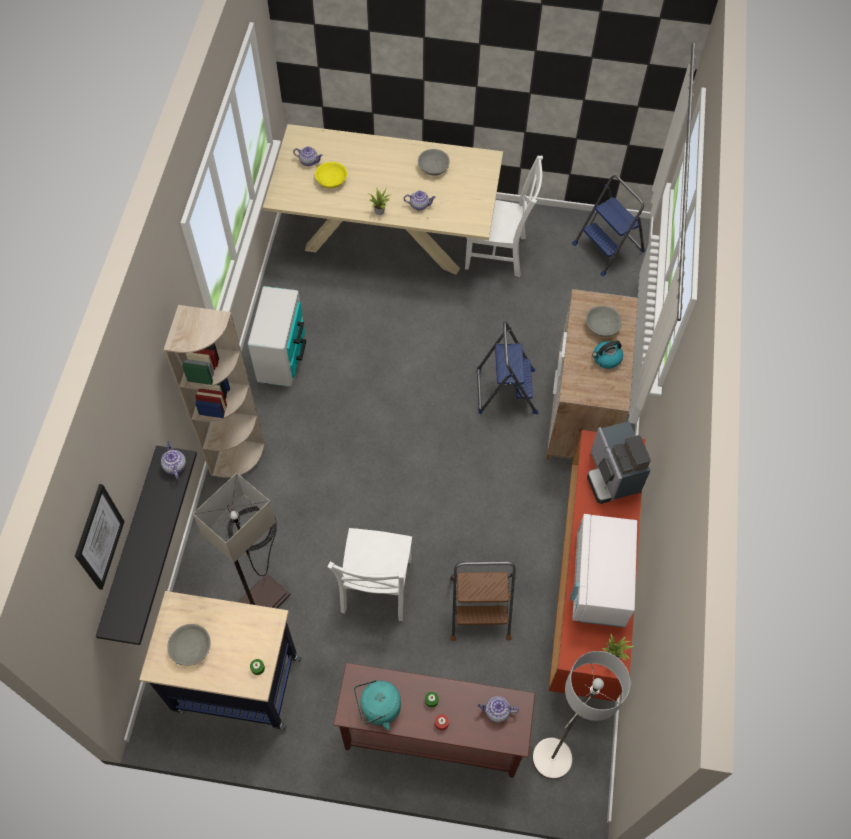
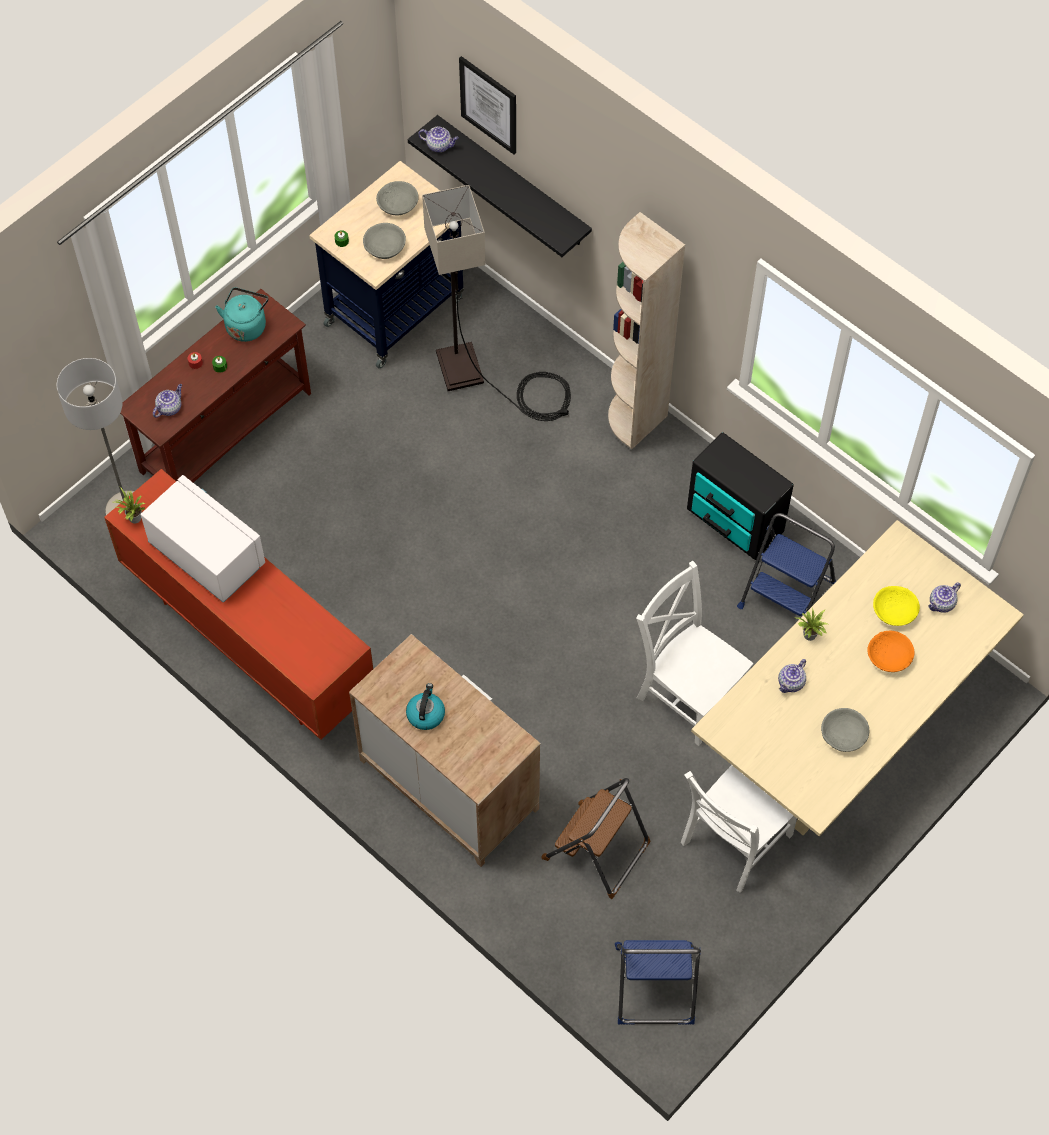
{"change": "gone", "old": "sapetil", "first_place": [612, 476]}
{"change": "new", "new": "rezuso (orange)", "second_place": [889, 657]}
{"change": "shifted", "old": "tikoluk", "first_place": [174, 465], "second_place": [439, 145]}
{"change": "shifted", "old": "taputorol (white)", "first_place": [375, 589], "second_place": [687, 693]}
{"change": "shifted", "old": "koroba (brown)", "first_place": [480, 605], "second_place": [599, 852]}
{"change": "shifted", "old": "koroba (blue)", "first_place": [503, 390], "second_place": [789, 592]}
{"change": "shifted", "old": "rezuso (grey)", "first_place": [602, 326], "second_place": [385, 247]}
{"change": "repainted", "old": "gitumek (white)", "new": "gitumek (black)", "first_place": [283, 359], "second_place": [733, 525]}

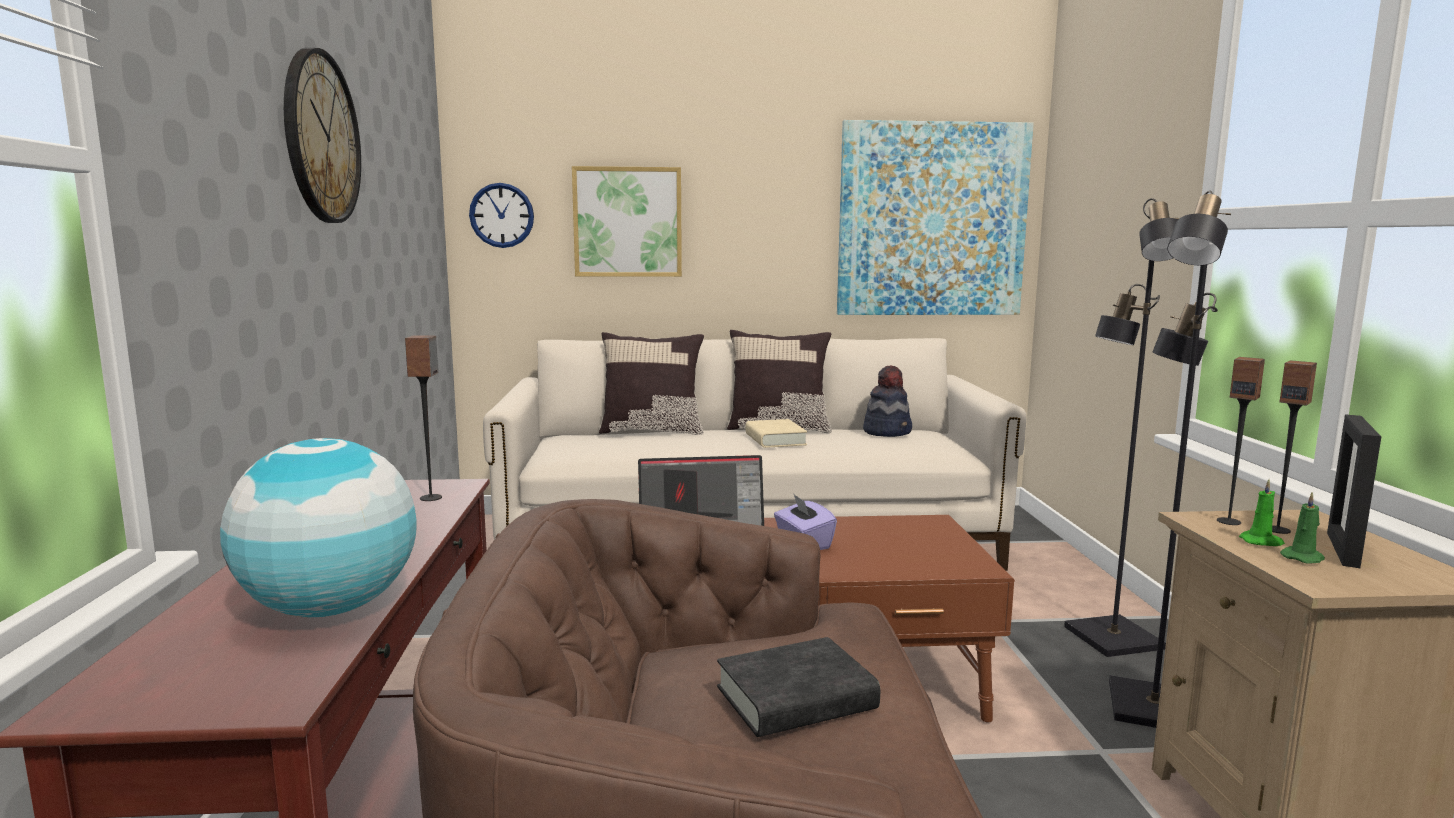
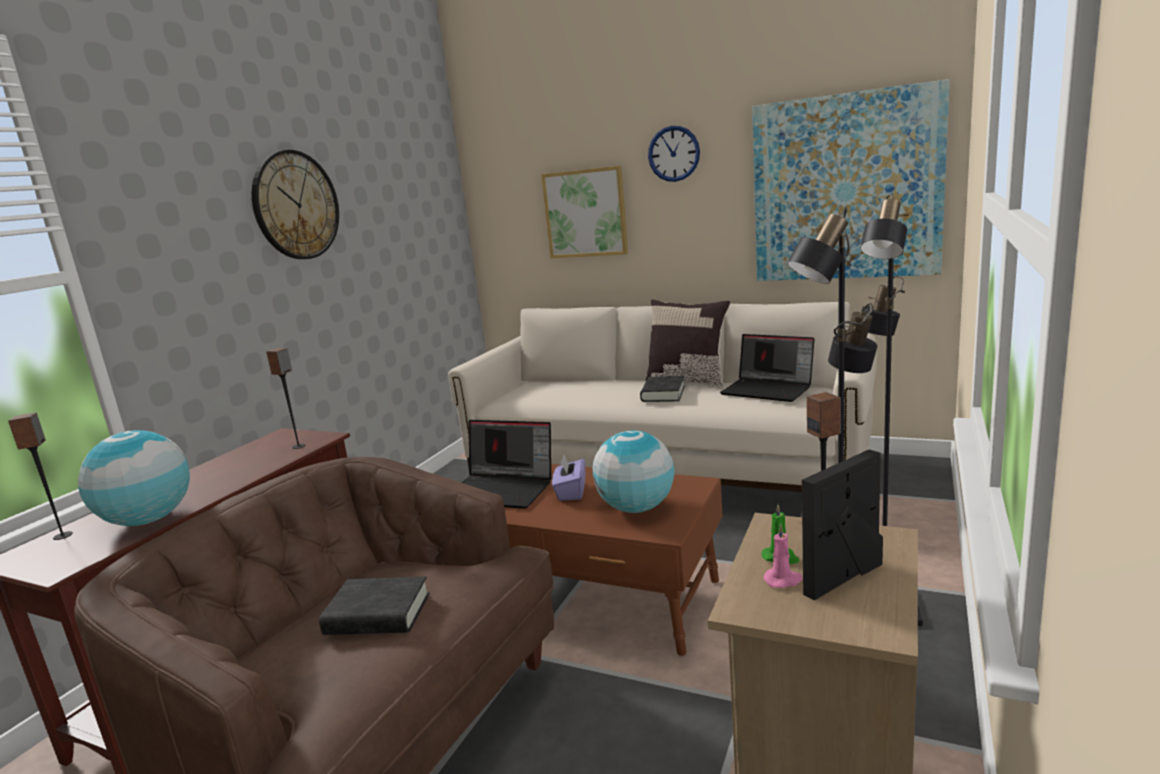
{"change": "gone", "old": "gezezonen", "first_place": [652, 432]}
{"change": "new", "new": "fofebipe", "second_place": [636, 508]}
{"change": "shifted", "old": "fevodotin", "first_place": [501, 215], "second_place": [673, 154]}
{"change": "shifted", "old": "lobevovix", "first_place": [1229, 521], "second_place": [63, 536]}
{"change": "swapped", "old": "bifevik", "new": "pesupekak", "first_place": [887, 432], "second_place": [769, 390]}
{"change": "repainted", "old": "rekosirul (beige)", "new": "rekosirul (black)", "first_place": [775, 439], "second_place": [663, 394]}
{"change": "repainted", "old": "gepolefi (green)", "new": "gepolefi (pink)", "first_place": [1303, 558], "second_place": [783, 580]}

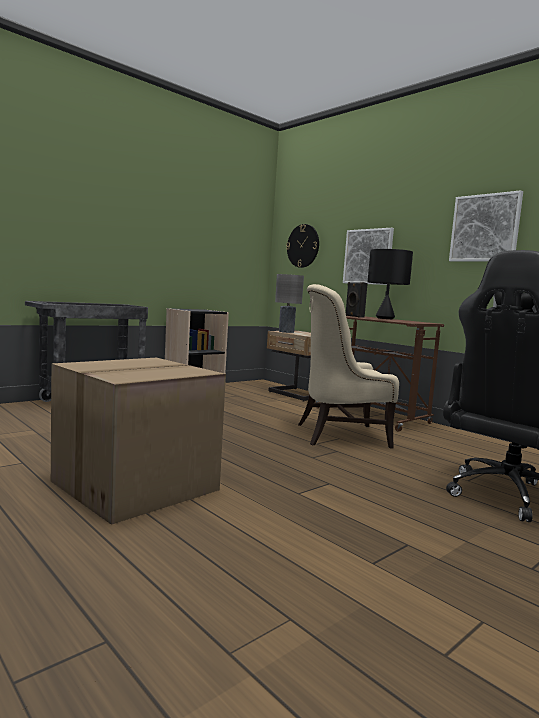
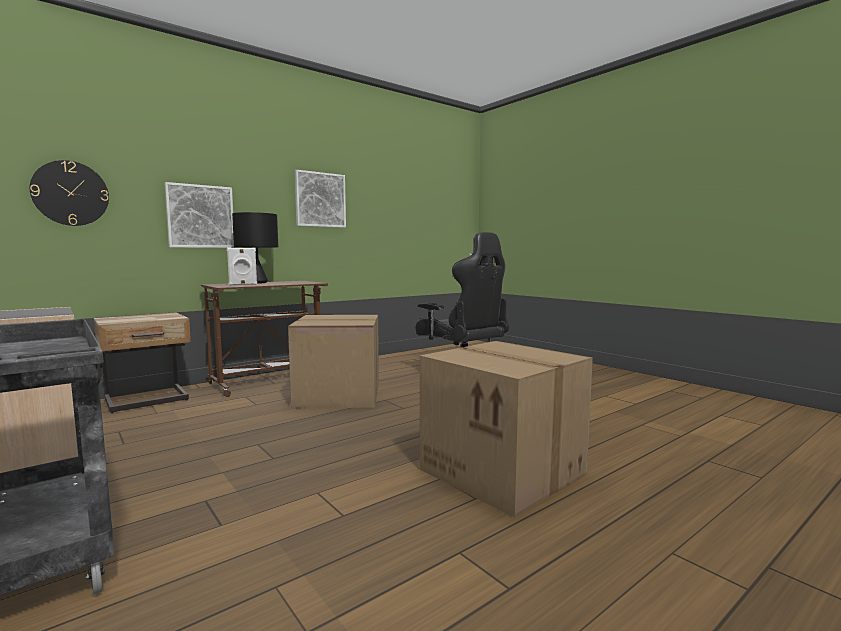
{"change": "gone", "old": "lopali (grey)", "first_place": [286, 332]}
{"change": "swapped", "old": "taputorol (beige)", "new": "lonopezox", "first_place": [340, 435], "second_place": [337, 395]}
{"change": "repainted", "old": "lobevovix (black)", "new": "lobevovix (white)", "first_place": [353, 316], "second_place": [243, 285]}

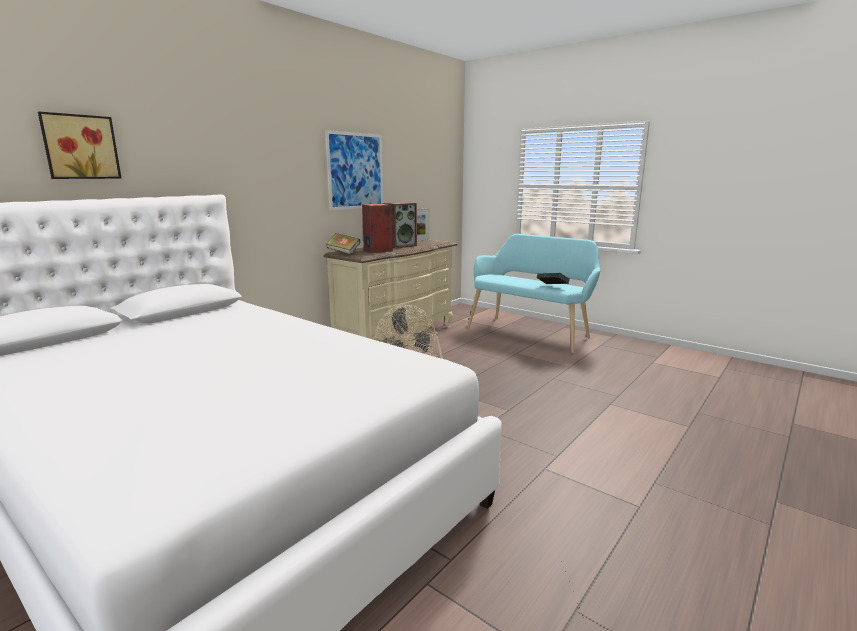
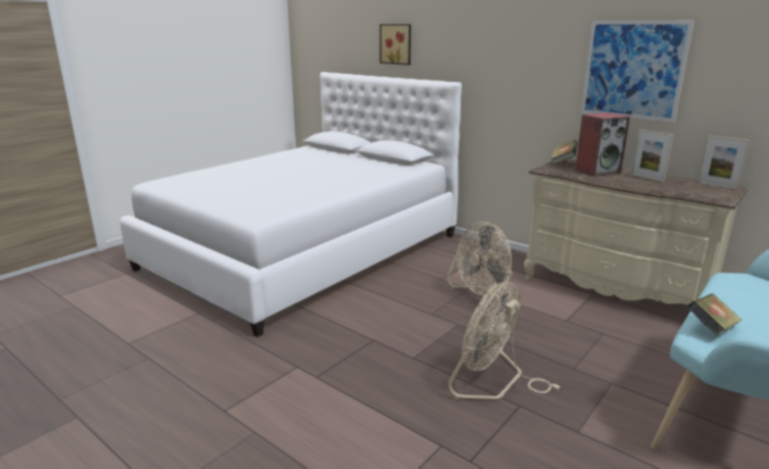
{"change": "new", "new": "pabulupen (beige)", "second_place": [498, 380]}
{"change": "swapped", "old": "lobevovix", "new": "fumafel", "first_place": [400, 245], "second_place": [647, 178]}

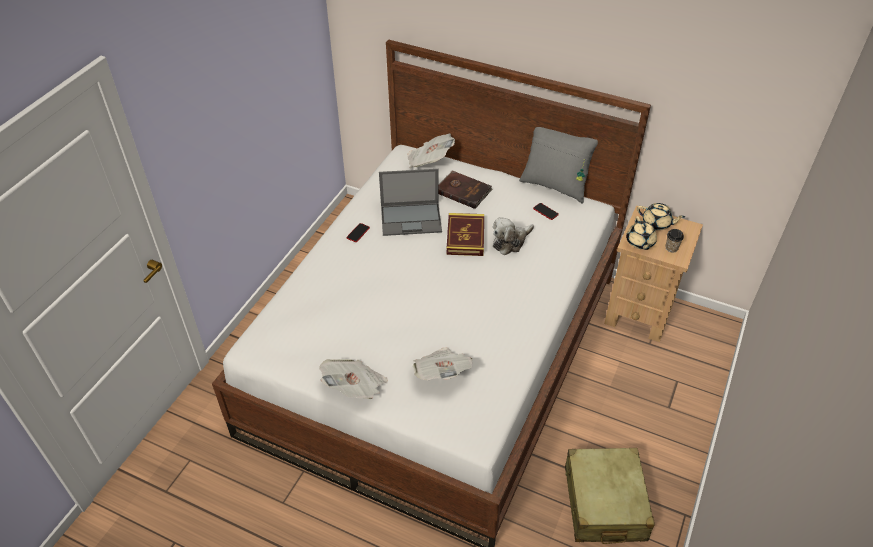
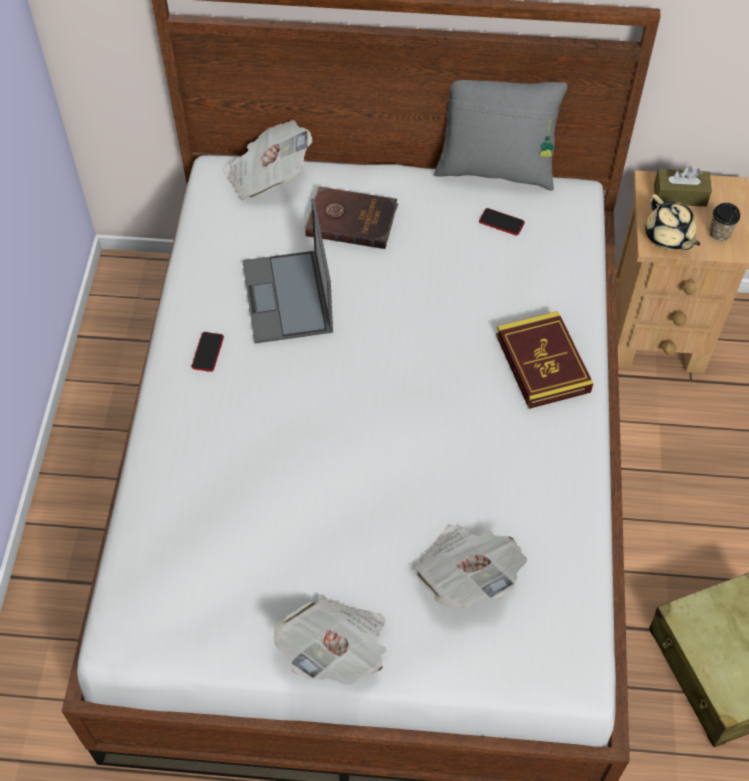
{"change": "gone", "old": "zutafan", "first_place": [510, 242]}
{"change": "shifted", "old": "rekosirul", "first_place": [465, 237], "second_place": [542, 363]}
{"change": "swapped", "old": "tikoluk (beige)", "new": "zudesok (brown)", "first_place": [657, 223], "second_place": [680, 195]}
{"change": "rotated", "old": "pesupekak", "first_place": [412, 219], "second_place": [288, 298], "degrees": 105}

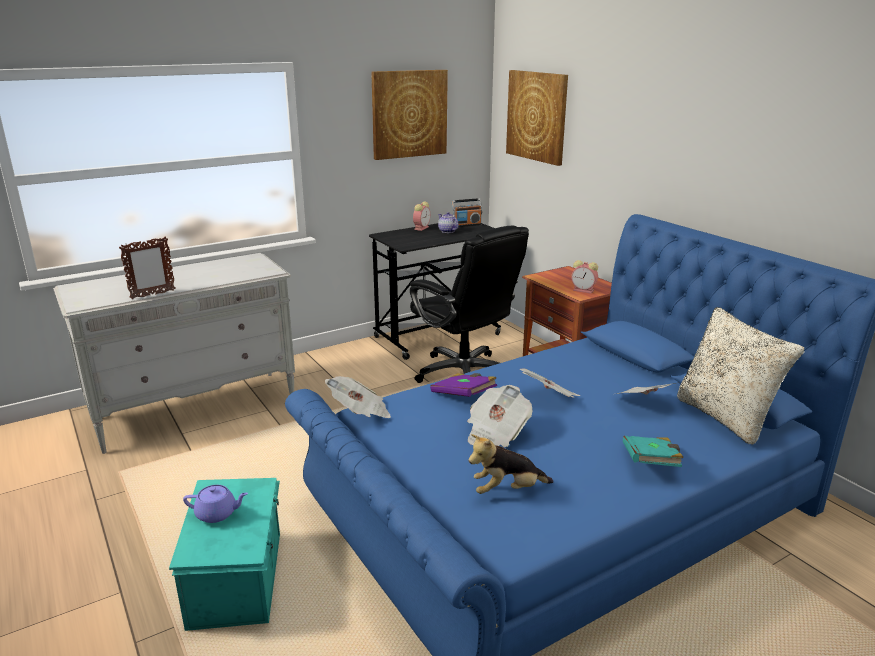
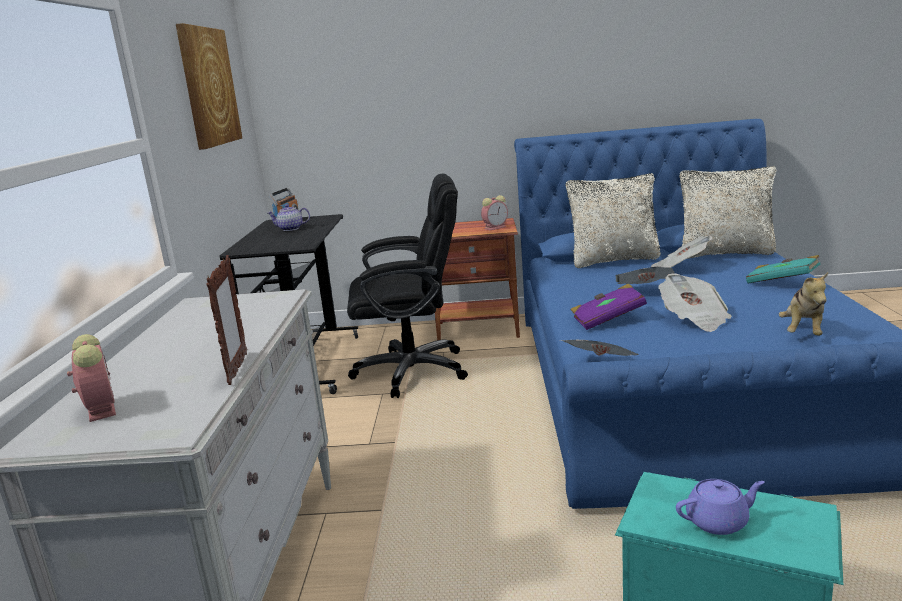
{"change": "gone", "old": "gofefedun", "first_place": [537, 116]}
{"change": "new", "new": "gezezonen (beige)", "second_place": [615, 261]}
{"change": "shifted", "old": "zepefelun", "first_place": [421, 228], "second_place": [100, 409]}
{"change": "rotated", "old": "tikoluk (purple)", "first_place": [217, 514], "second_place": [718, 521], "degrees": 45}

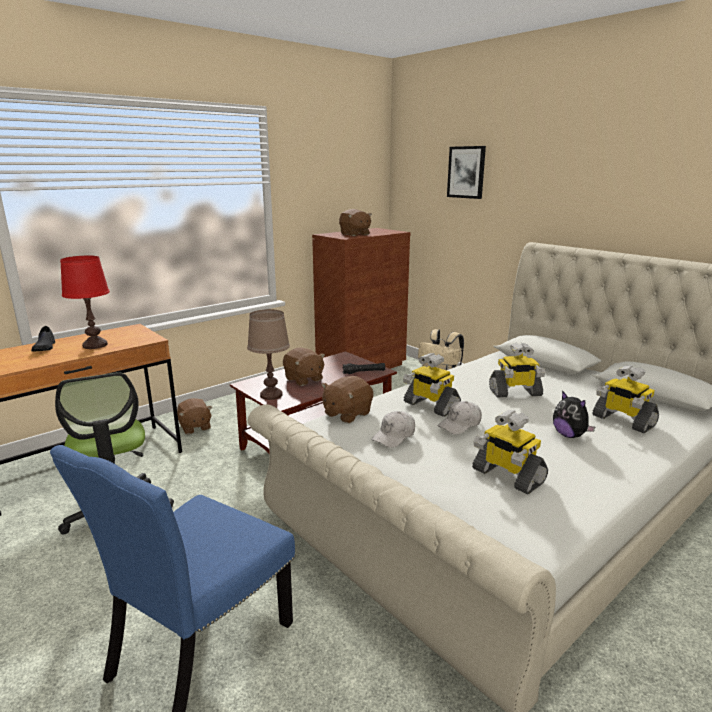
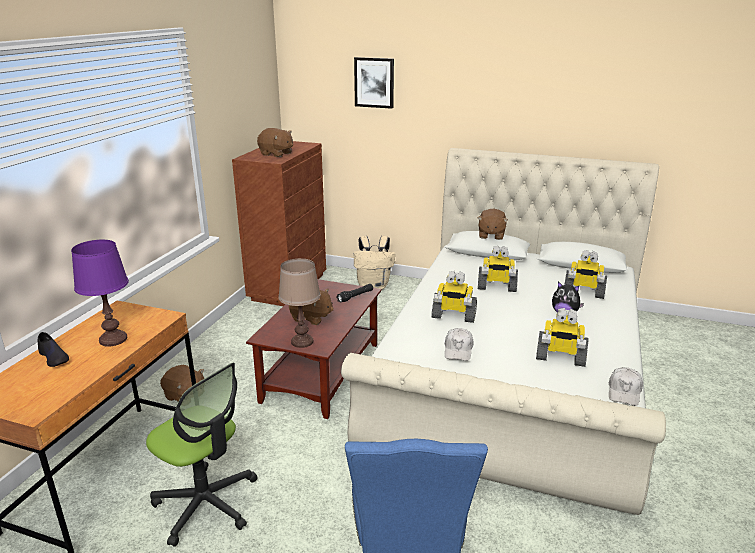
{"change": "shifted", "old": "zutafan (brown)", "first_place": [346, 414], "second_place": [491, 235]}
{"change": "shifted", "old": "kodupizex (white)", "first_place": [460, 424], "second_place": [624, 392]}
{"change": "repainted", "old": "lopali (red)", "new": "lopali (purple)", "first_place": [95, 345], "second_place": [113, 339]}
{"change": "rotated", "old": "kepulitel", "first_place": [515, 392], "second_place": [496, 287], "degrees": 45}

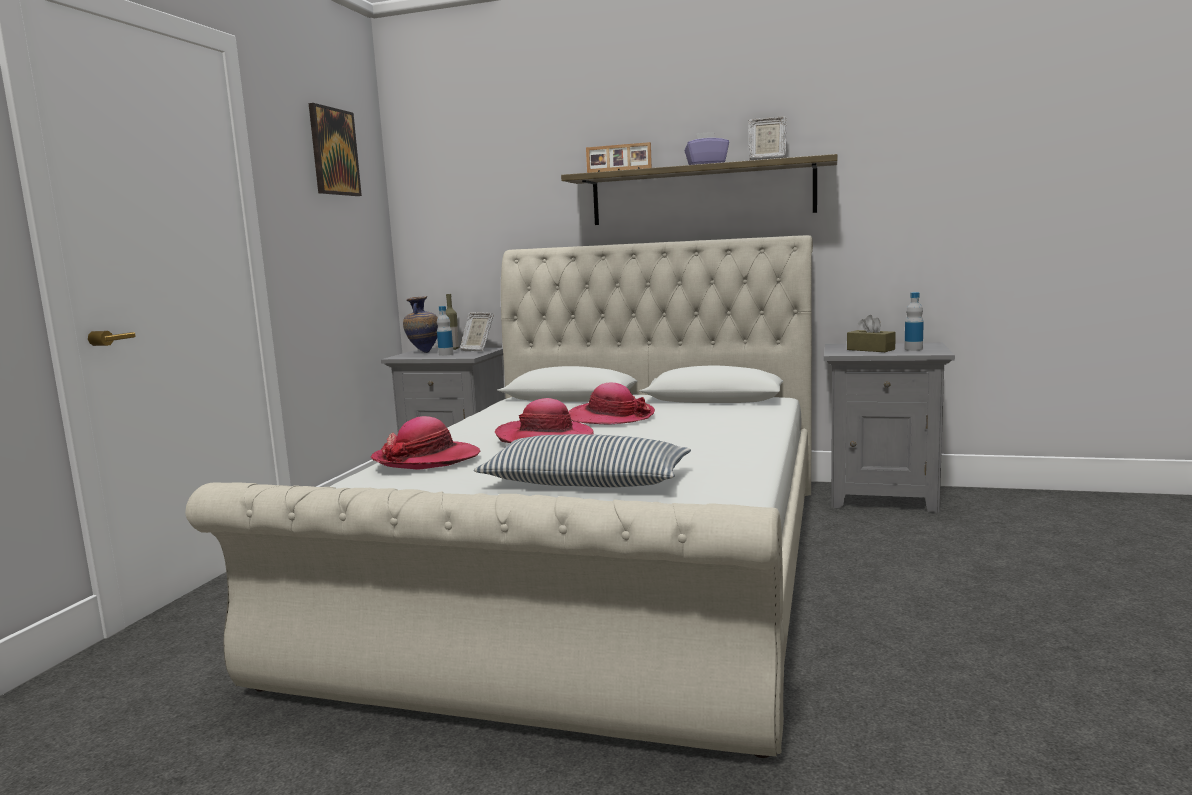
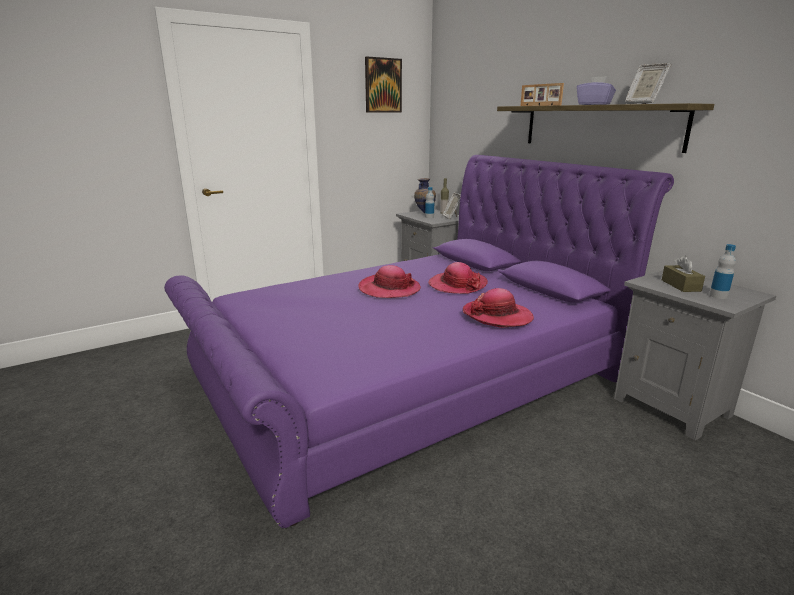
{"change": "gone", "old": "gezezonen", "first_place": [585, 482]}
{"change": "shifted", "old": "bifevik", "first_place": [426, 459], "second_place": [497, 316]}
{"change": "repainted", "old": "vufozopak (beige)", "new": "vufozopak (purple)", "first_place": [597, 564], "second_place": [408, 373]}

